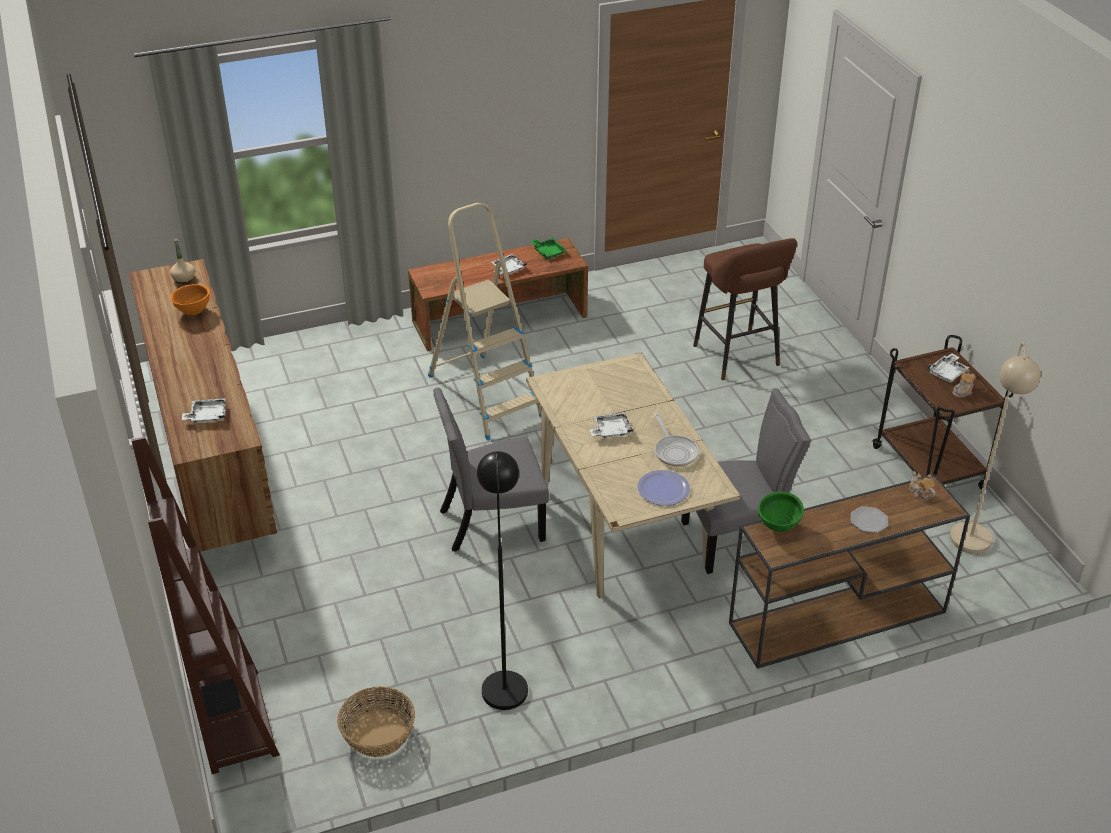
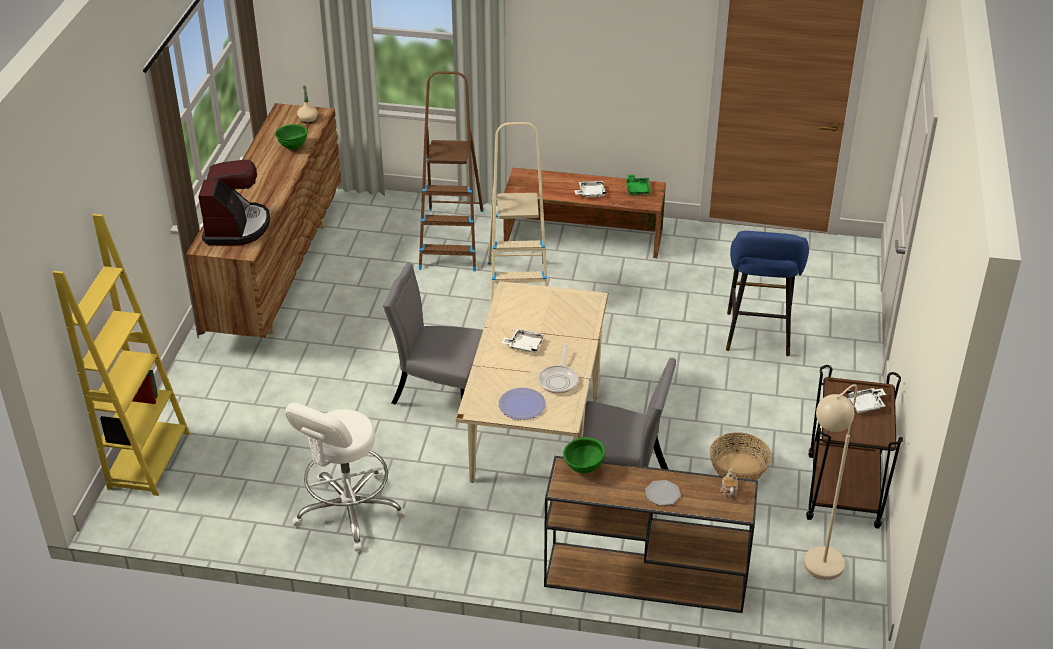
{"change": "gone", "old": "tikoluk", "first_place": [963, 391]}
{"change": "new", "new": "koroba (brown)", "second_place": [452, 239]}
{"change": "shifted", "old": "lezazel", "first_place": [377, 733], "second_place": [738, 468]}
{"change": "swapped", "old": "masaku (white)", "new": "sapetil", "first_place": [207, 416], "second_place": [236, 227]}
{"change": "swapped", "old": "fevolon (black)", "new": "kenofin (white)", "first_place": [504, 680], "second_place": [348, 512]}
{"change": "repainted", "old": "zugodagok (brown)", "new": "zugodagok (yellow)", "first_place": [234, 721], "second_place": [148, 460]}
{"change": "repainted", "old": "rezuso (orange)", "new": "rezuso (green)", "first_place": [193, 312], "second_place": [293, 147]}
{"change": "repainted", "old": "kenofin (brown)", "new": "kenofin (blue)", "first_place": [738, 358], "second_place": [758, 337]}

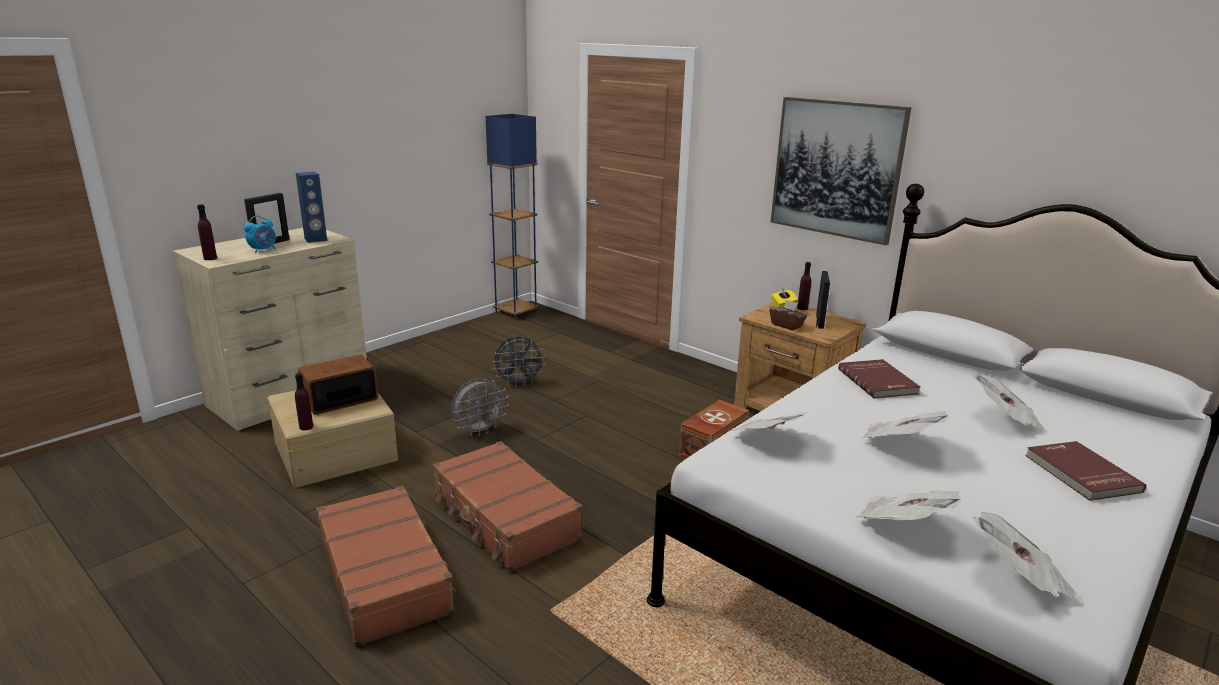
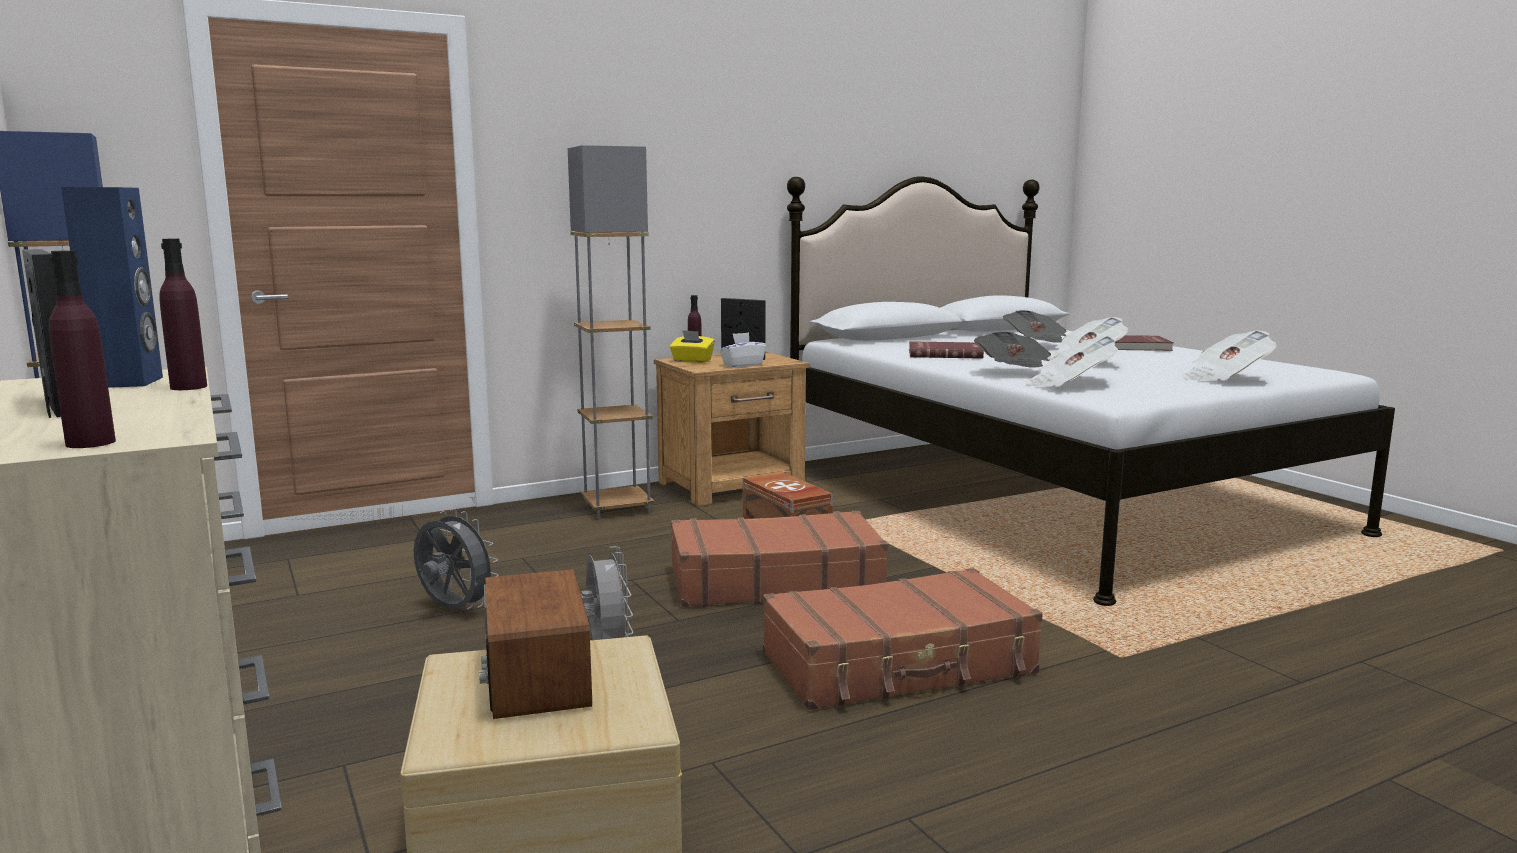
{"change": "gone", "old": "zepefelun", "first_place": [263, 250]}
{"change": "gone", "old": "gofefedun", "first_place": [836, 169]}
{"change": "new", "new": "fevolon (grey)", "second_place": [617, 508]}
{"change": "shifted", "old": "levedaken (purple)", "first_place": [306, 427], "second_place": [188, 387]}
{"change": "shifted", "old": "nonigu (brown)", "first_place": [385, 575], "second_place": [774, 581]}
{"change": "shifted", "old": "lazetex", "first_place": [1020, 579], "second_place": [1013, 371]}
{"change": "repainted", "old": "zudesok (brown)", "new": "zudesok (white)", "first_place": [786, 325], "second_place": [742, 365]}
{"change": "rotated", "old": "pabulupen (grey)", "first_place": [519, 383], "second_place": [454, 610], "degrees": -60}

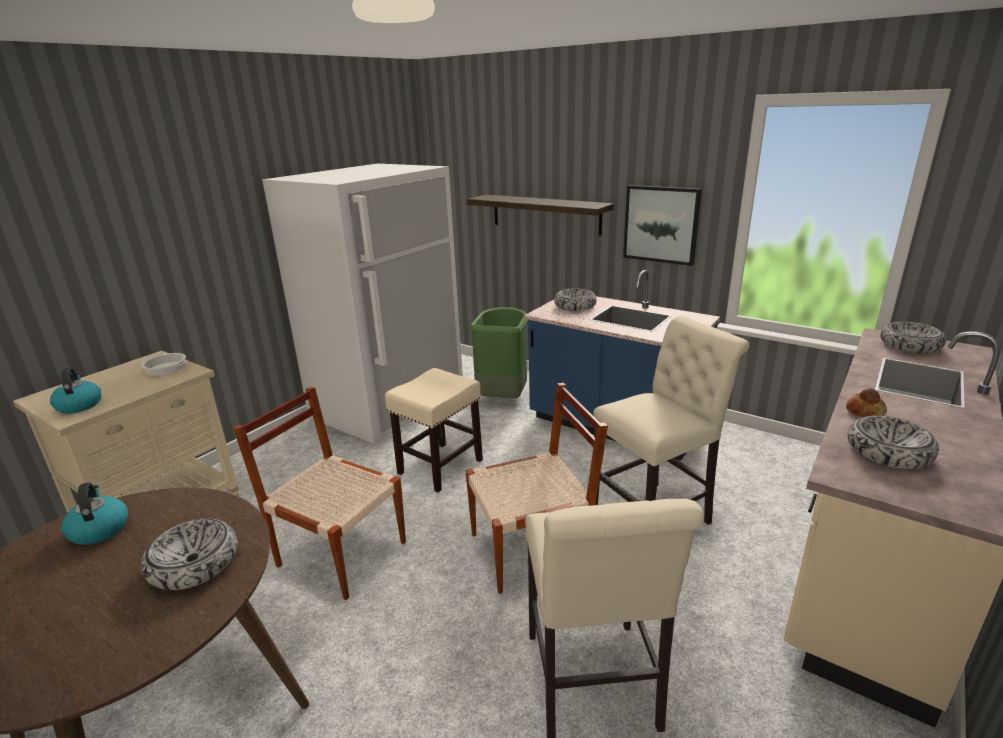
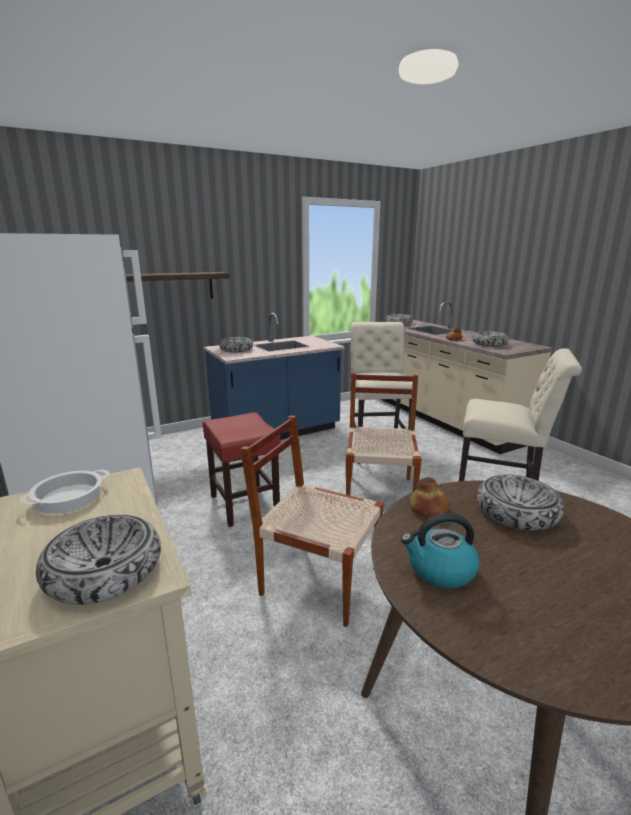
{"change": "gone", "old": "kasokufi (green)", "first_place": [503, 397]}
{"change": "gone", "old": "gofefedun", "first_place": [661, 224]}
{"change": "new", "new": "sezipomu", "second_place": [429, 508]}
{"change": "swapped", "old": "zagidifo", "new": "rezuso", "first_place": [79, 405], "second_place": [104, 571]}
{"change": "repainted", "old": "kenofin (beige)", "new": "kenofin (red)", "first_place": [440, 467], "second_place": [245, 504]}
{"change": "rotated", "old": "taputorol", "first_place": [340, 552], "second_place": [317, 580], "degrees": 60}

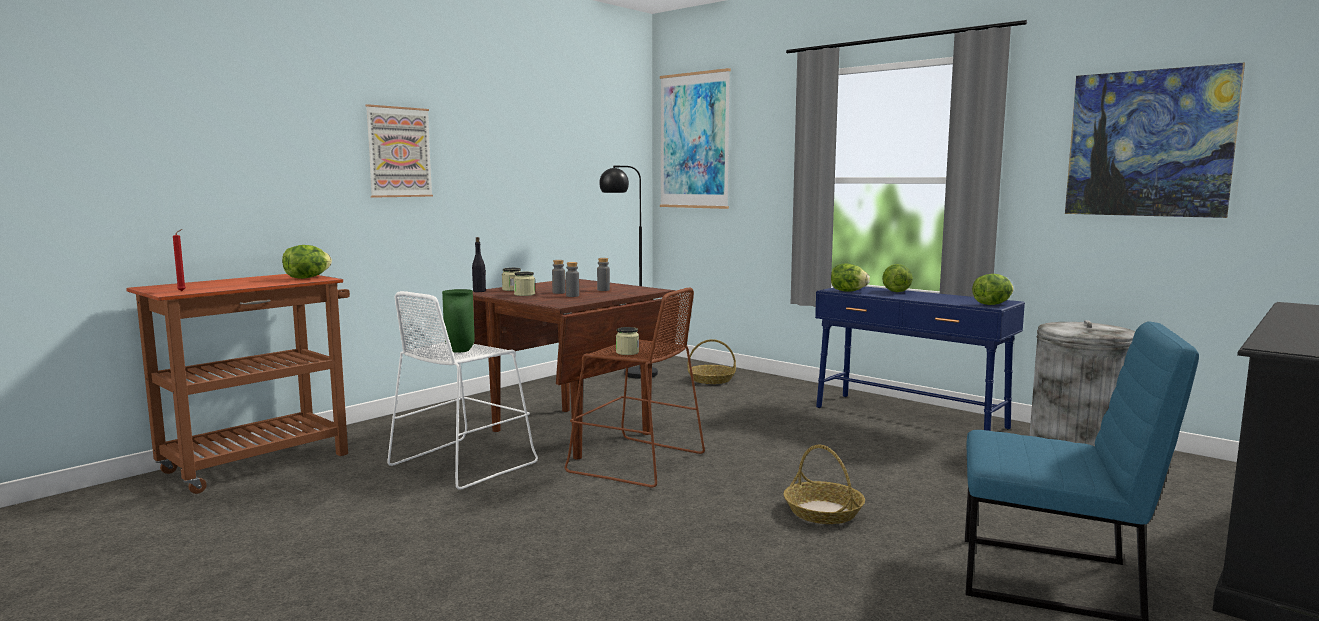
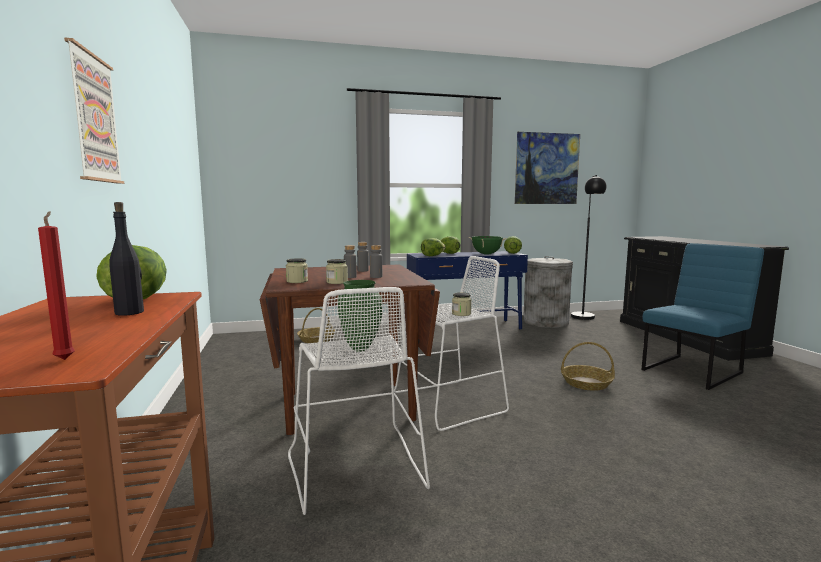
{"change": "gone", "old": "gofefedun", "first_place": [694, 141]}
{"change": "new", "new": "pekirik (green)", "second_place": [486, 254]}
{"change": "shifted", "old": "levedaken (black)", "first_place": [479, 291], "second_place": [130, 312]}
{"change": "shifted", "old": "fevolon (black)", "first_place": [631, 375], "second_place": [584, 318]}
{"change": "repainted", "old": "kenofin (brown)", "new": "kenofin (white)", "first_place": [635, 462], "second_place": [448, 403]}

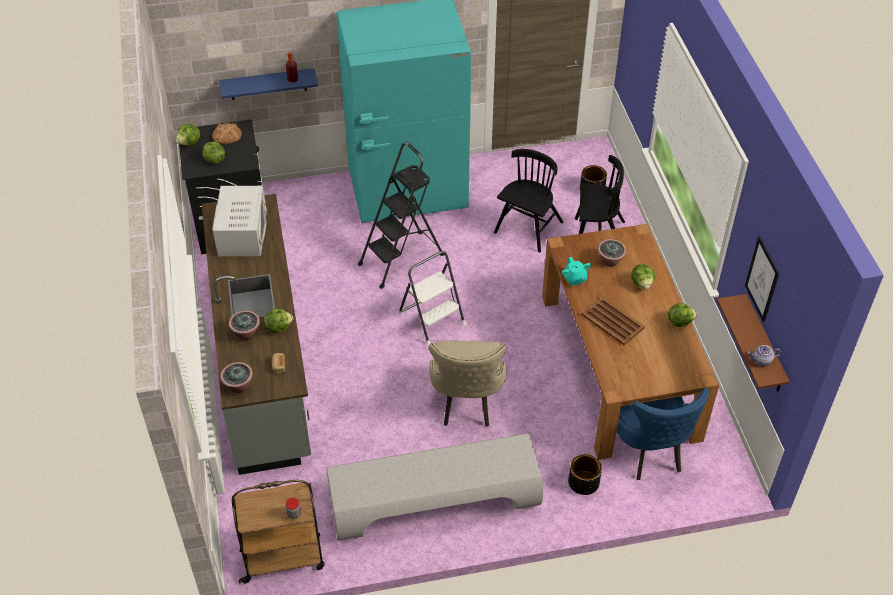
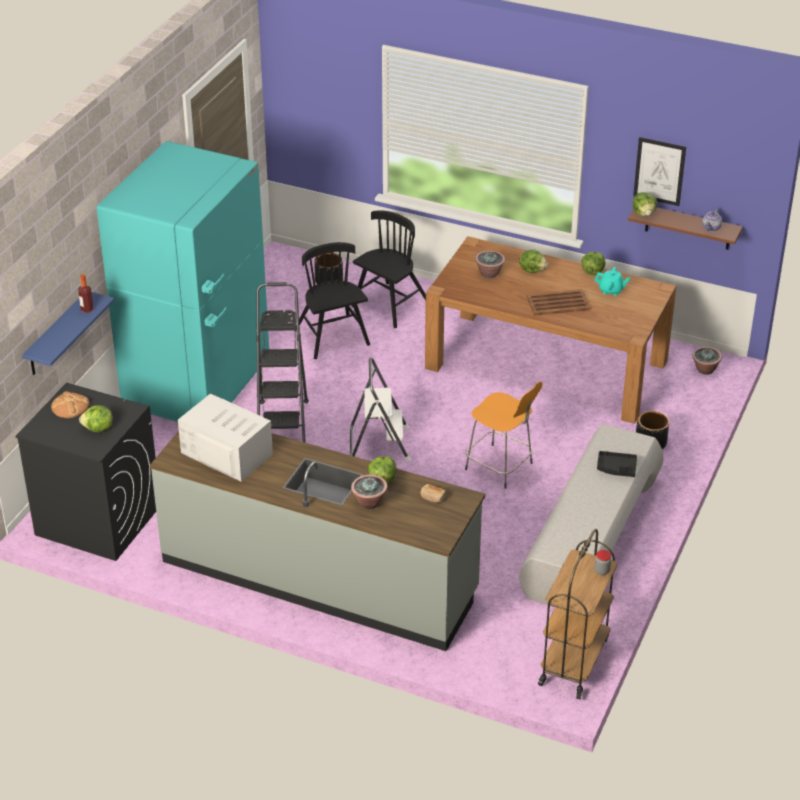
{"change": "gone", "old": "taputorol (blue)", "first_place": [649, 451]}
{"change": "new", "new": "masaku (black)", "second_place": [616, 468]}
{"change": "shifted", "old": "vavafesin", "first_place": [189, 143], "second_place": [644, 214]}
{"change": "shifted", "old": "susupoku", "first_place": [238, 386], "second_place": [705, 370]}
{"change": "shifted", "old": "tikoluk (turquoise)", "first_place": [575, 279], "second_place": [611, 290]}
{"change": "swapped", "old": "taputorol (beige)", "new": "kenofin (orange)", "first_place": [466, 402], "second_place": [501, 467]}

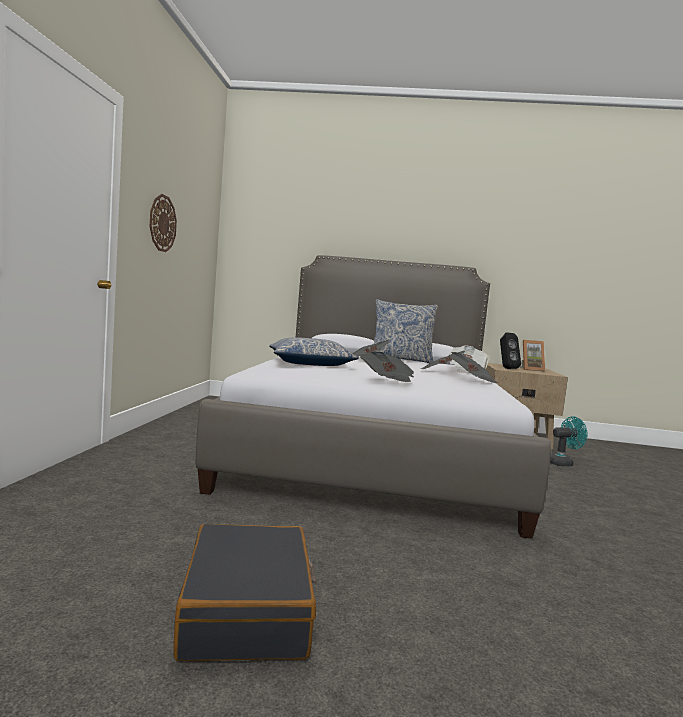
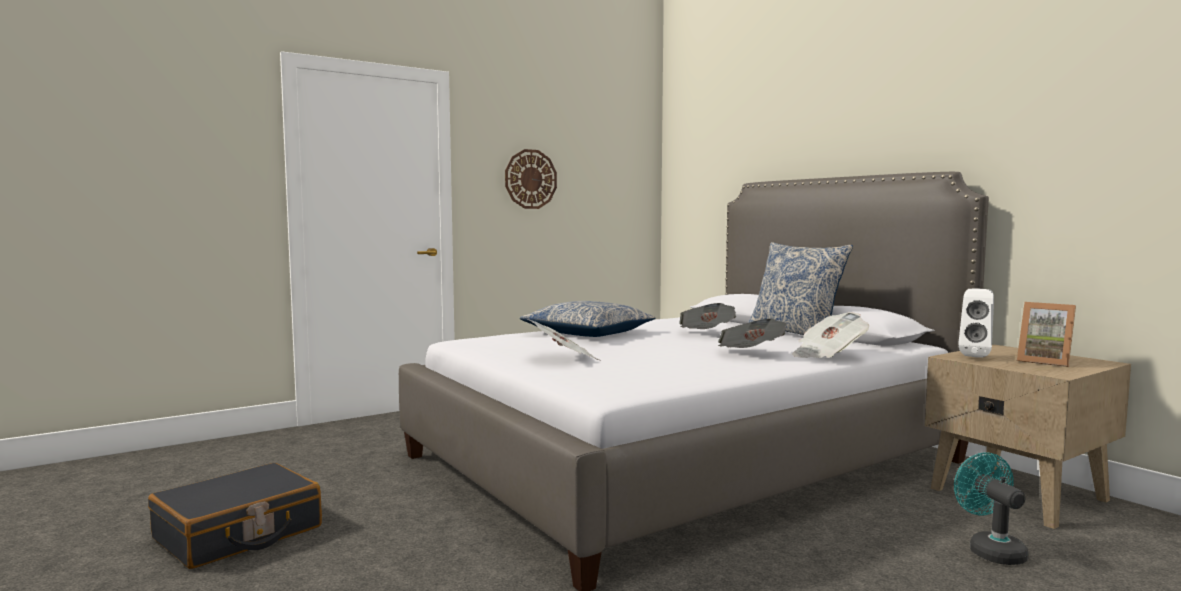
{"change": "gone", "old": "lazetex", "first_place": [472, 381]}
{"change": "repainted", "old": "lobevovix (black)", "new": "lobevovix (white)", "first_place": [506, 368], "second_place": [975, 356]}
{"change": "rotated", "old": "pabulupen (turquoise)", "first_place": [563, 463], "second_place": [990, 550], "degrees": -135}

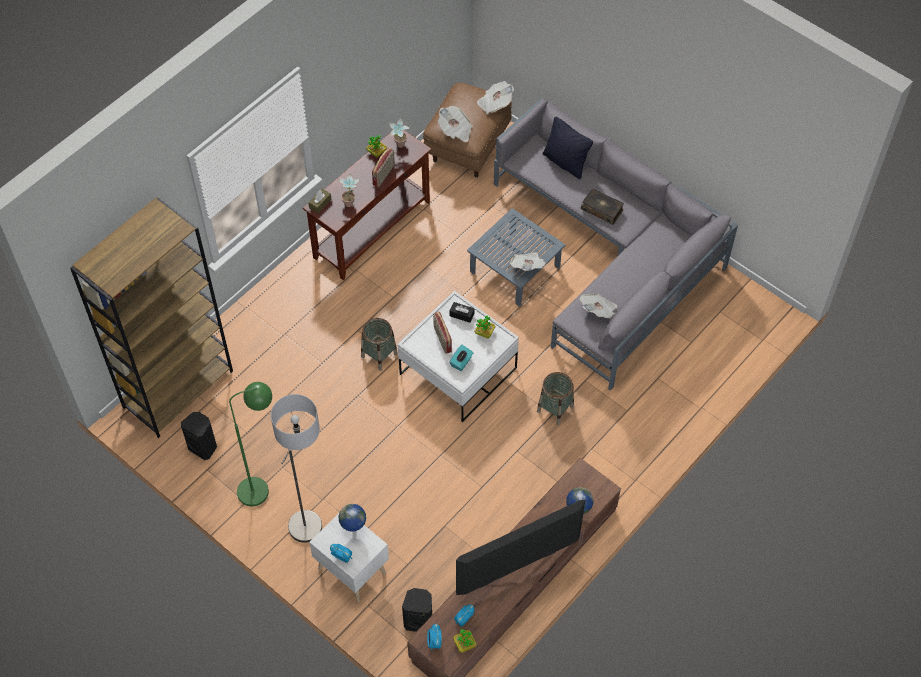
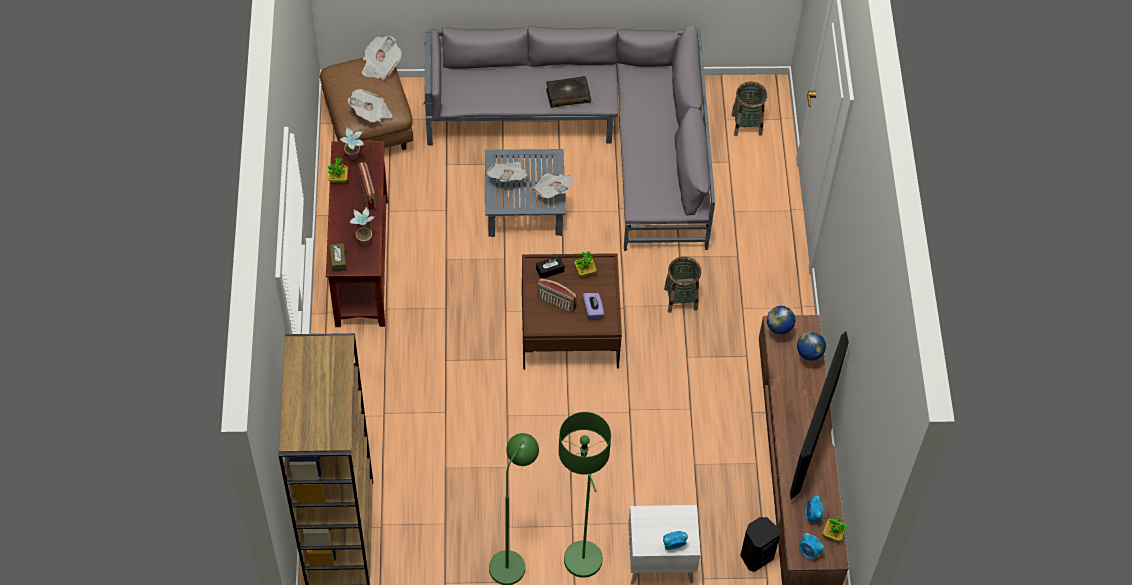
{"change": "gone", "old": "lobevovix (black)", "first_place": [203, 447]}
{"change": "gone", "old": "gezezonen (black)", "first_place": [565, 162]}
{"change": "shifted", "old": "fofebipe", "first_place": [354, 529], "second_place": [778, 334]}
{"change": "shifted", "old": "lezazel", "first_place": [379, 355], "second_place": [746, 124]}
{"change": "shifted", "old": "lazetex", "first_place": [598, 311], "second_place": [508, 177]}
{"change": "repainted", "old": "fevolon (grey)", "new": "fevolon (green)", "first_place": [310, 518], "second_place": [579, 549]}
{"change": "repainted", "old": "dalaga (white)", "new": "dalaga (brown)", "first_place": [458, 371], "second_place": [569, 328]}
{"change": "repainted", "old": "zudesok (turquoise)", "new": "zudesok (purple)", "first_place": [461, 362], "second_place": [593, 310]}

